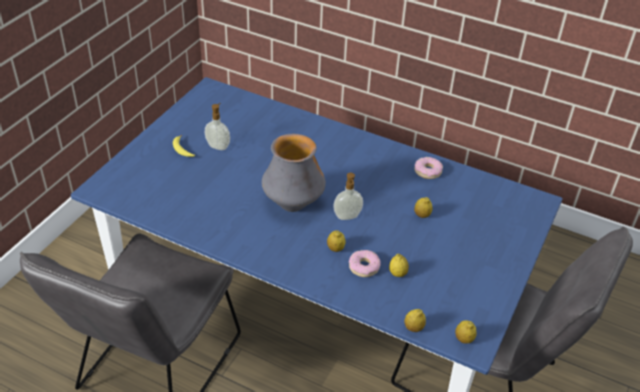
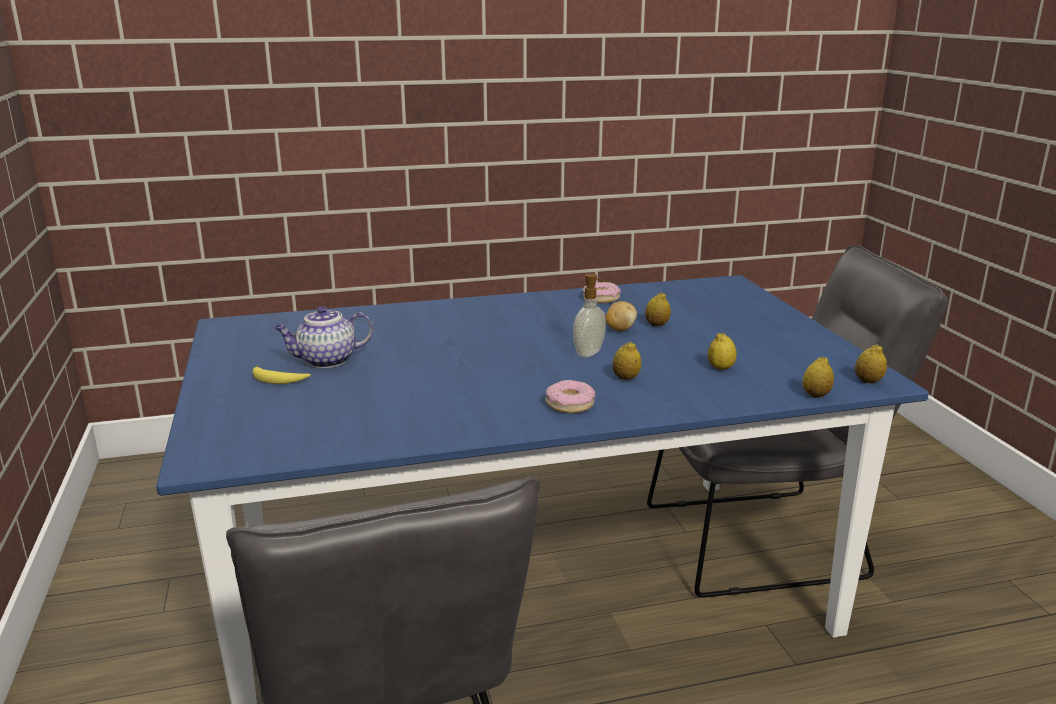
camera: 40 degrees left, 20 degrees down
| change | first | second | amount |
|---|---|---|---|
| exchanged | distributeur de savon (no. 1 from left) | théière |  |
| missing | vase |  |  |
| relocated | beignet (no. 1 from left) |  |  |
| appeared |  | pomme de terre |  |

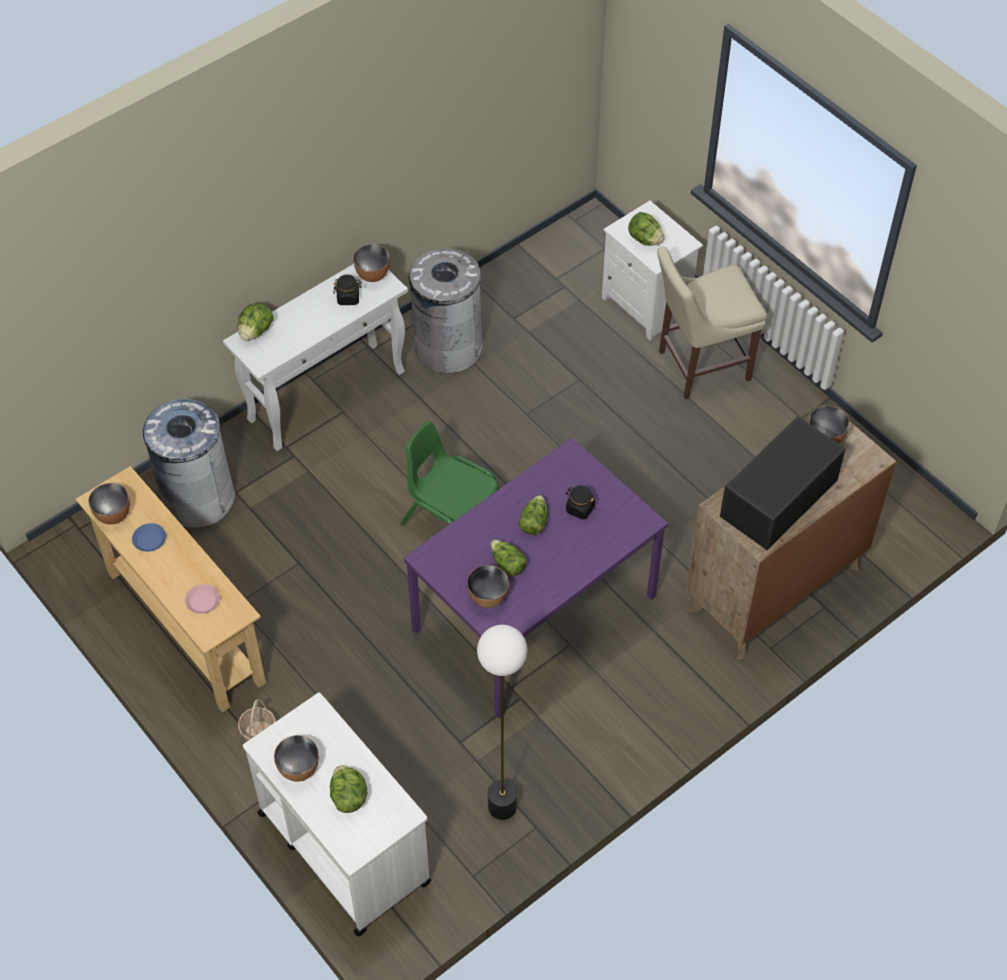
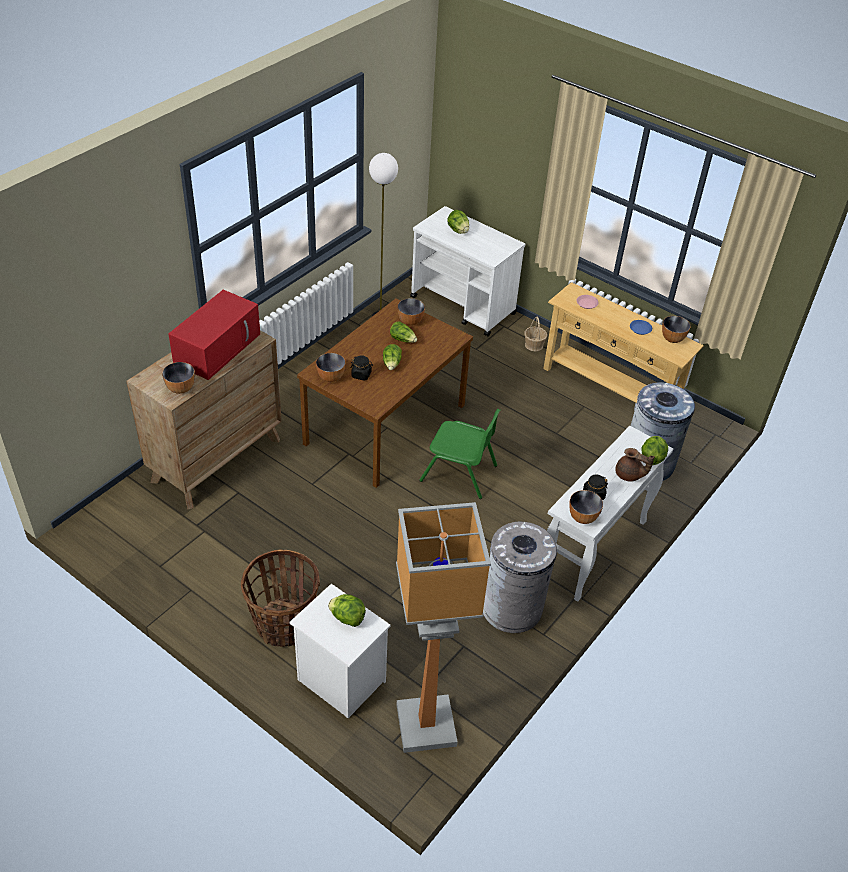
camera: 165 degrees right, 10 degrees down
| change | first | second | amount |
|---|---|---|---|
| relocated | bol (no. 2 from left) |  |  |
| colour | table à manger/violet | table à manger/marron |  |
| exchanged | chaise/beige | panier (no. 1 from left) |  |
| colour | micro-ondes/noir | micro-ondes/rouge |  |
| appeared |  | lampadaire (no. 2 from left) |  |
| appeared |  | théière/marron |  |

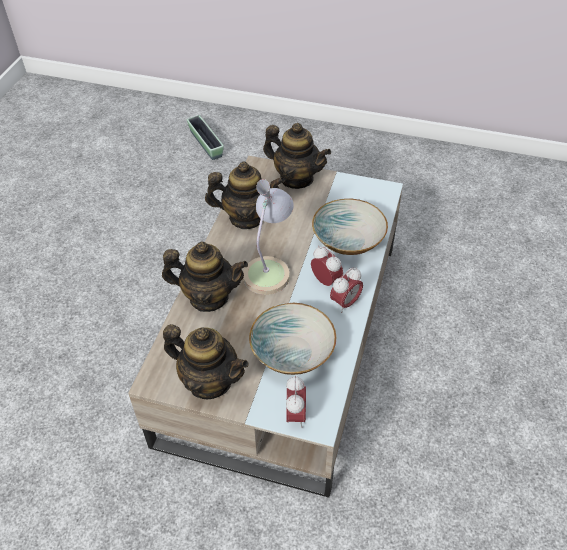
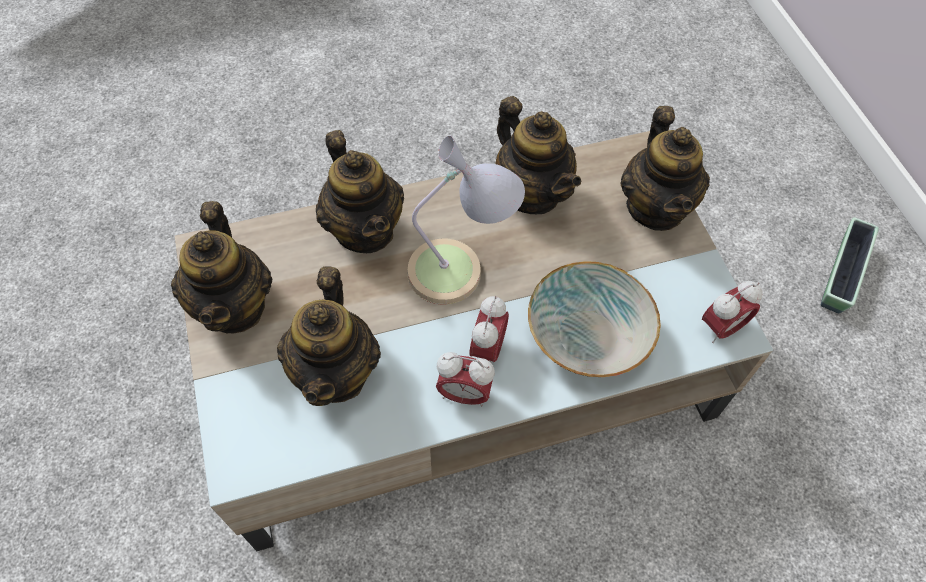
camera: 55 degrees right, 10 degrees up
| change | first | second | amount |
|---|---|---|---|
| relocated | cache-pot |  |  |
| exchanged | bol (no. 1 from left) | théière (no. 2 from left) |  |
| relocated | réveil (no. 1 from left in the first image) | réveil (no. 3 from left) |  |

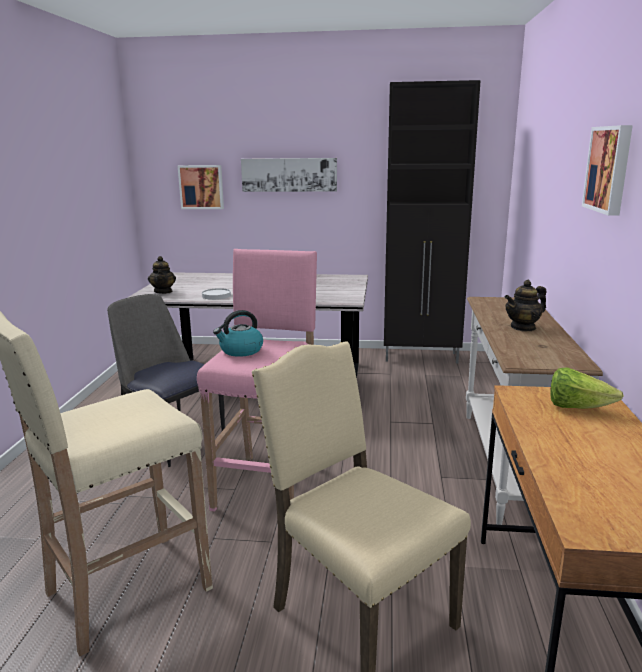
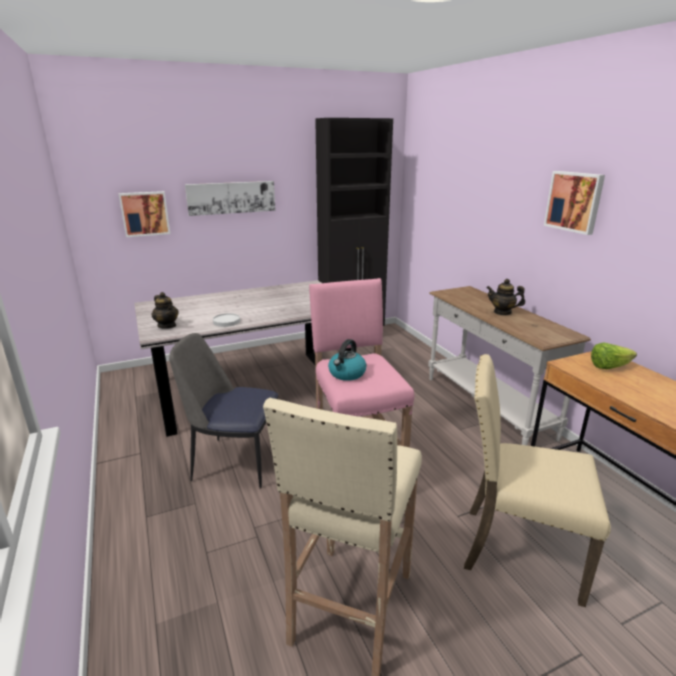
camera: 30 degrees left, 5 degrees up
| change | first | second | amount |
|---|---|---|---|
| spun | théière (no. 2 from left) |  | 75 degrees clockwise |

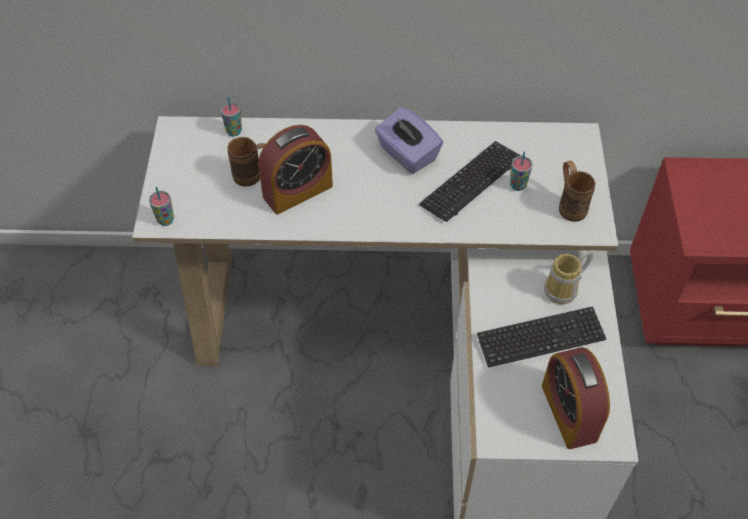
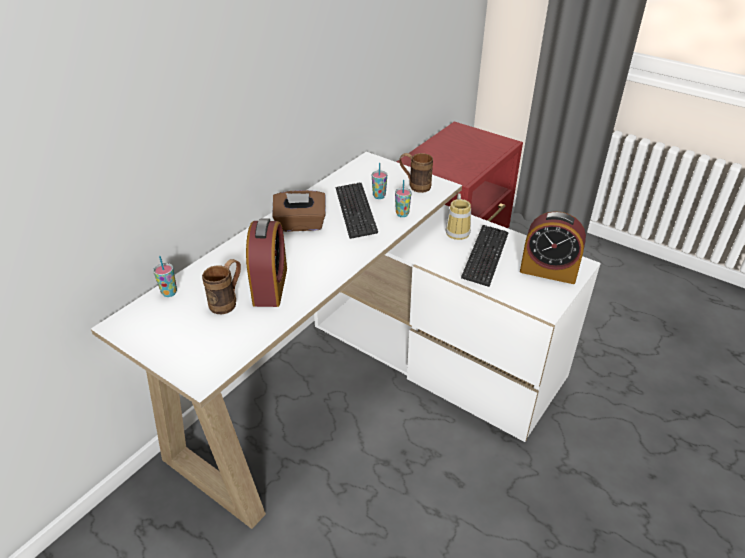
camera: 55 degrees left, 15 degrees down
| change | first | second | amount |
|---|---|---|---|
| relocated | tasse (no. 1 from left in the first image) | tasse (no. 3 from left) |  |
| colour | boîte à mouchoirs/violet | boîte à mouchoirs/marron |  |

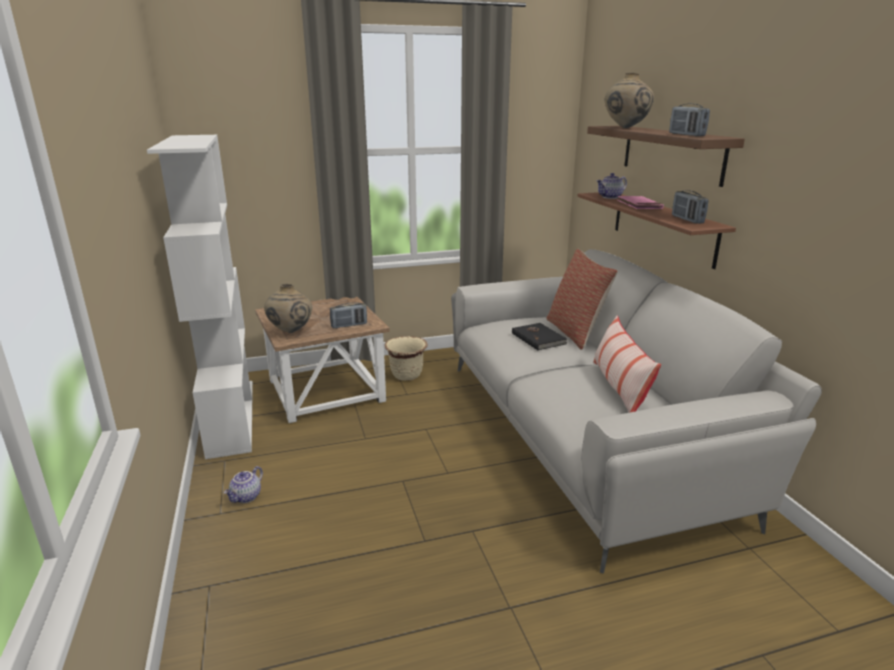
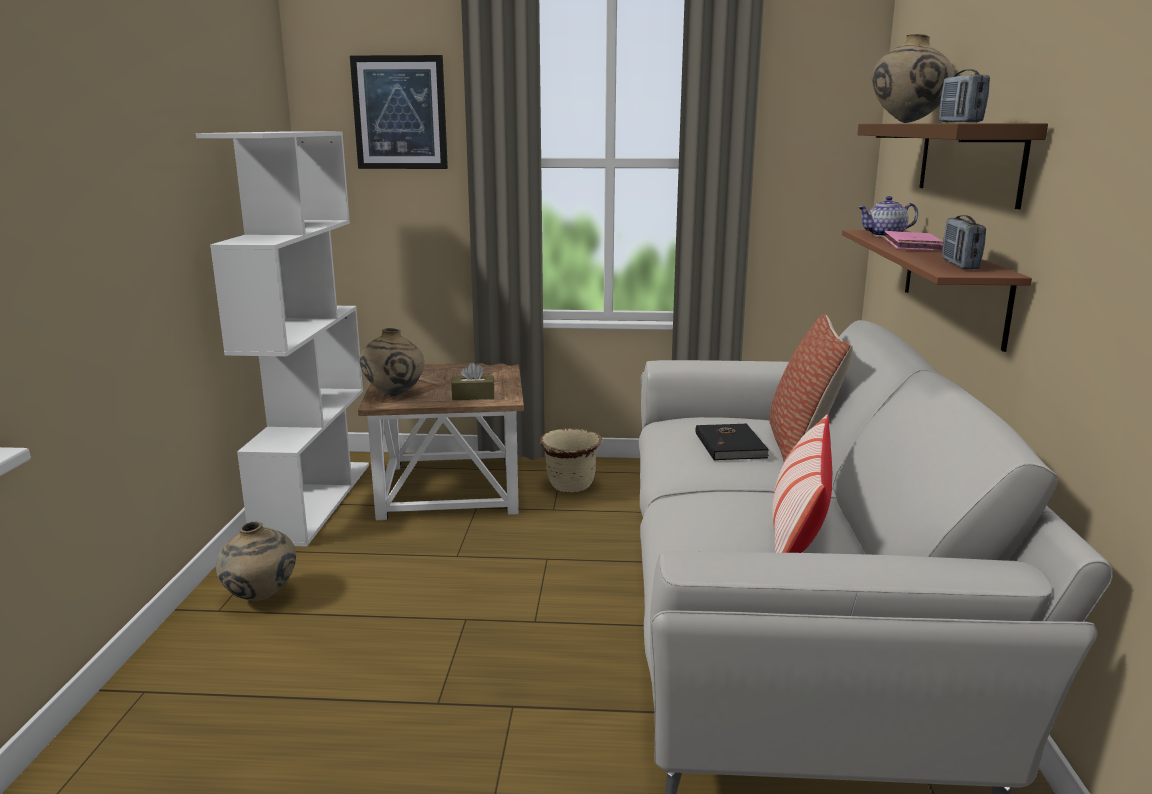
camera: 20 degrees right, 5 degrees down
| change | first | second | amount |
|---|---|---|---|
| exchanged | théière (no. 1 from left) | vase/beige (no. 1 from left) |  |
| exchanged | radio (no. 1 from left) | boîte à mouchoirs/marron |  |
| appeared |  | tableau |  |

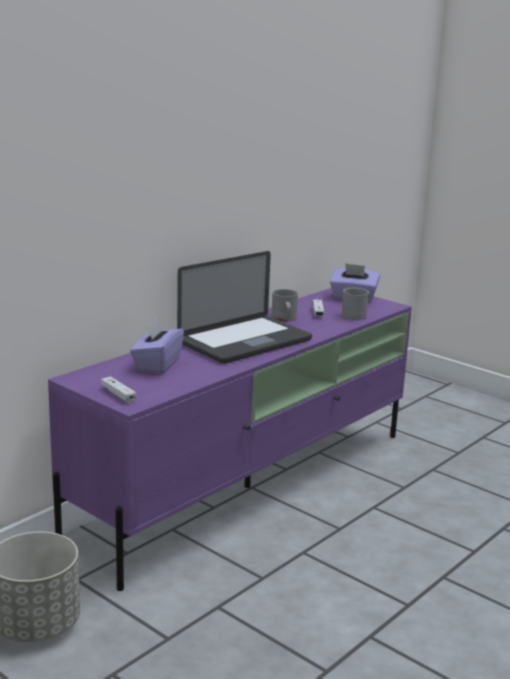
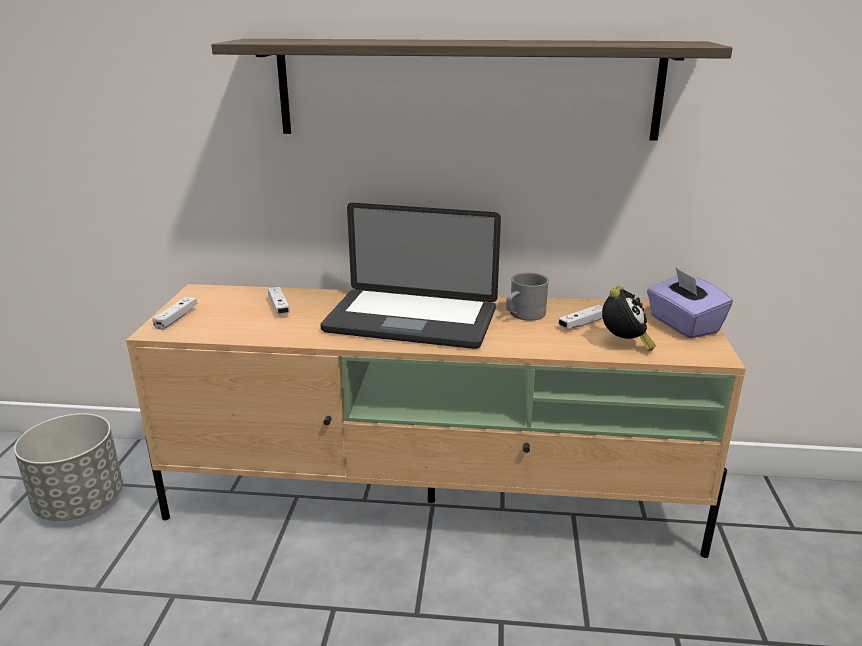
camera: 55 degrees right, 5 degrees up
| change | first | second | amount |
|---|---|---|---|
| colour | meuble télé/violet | meuble télé/beige |  |
| exchanged | boîte à mouchoirs/violet (no. 1 from left) | manette/blanc (no. 2 from left) |  |
| exchanged | mug/gris (no. 2 from left) | réveil |  |
| appeared |  | étagère |  |

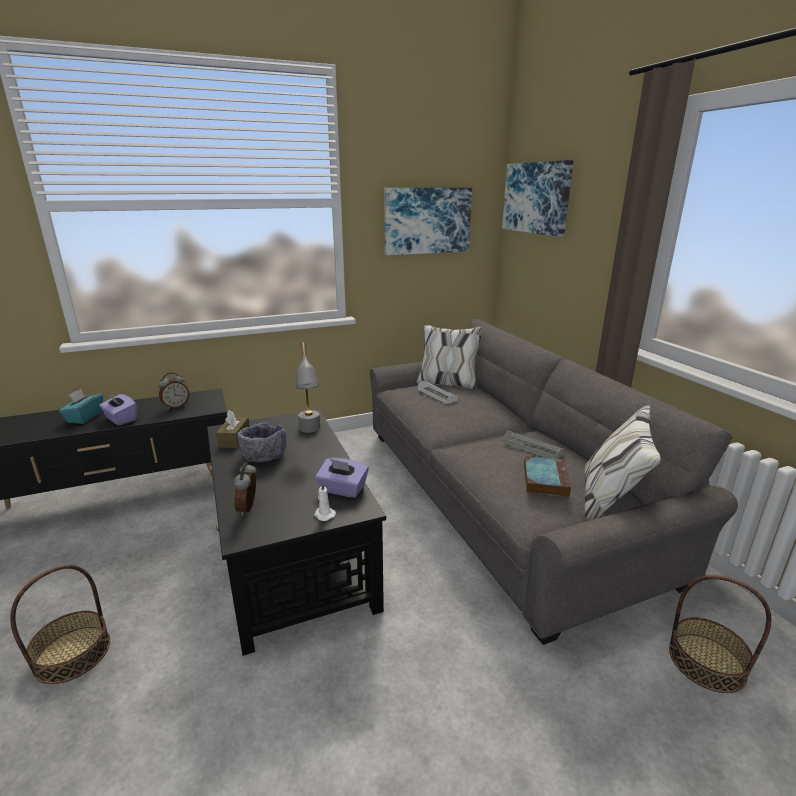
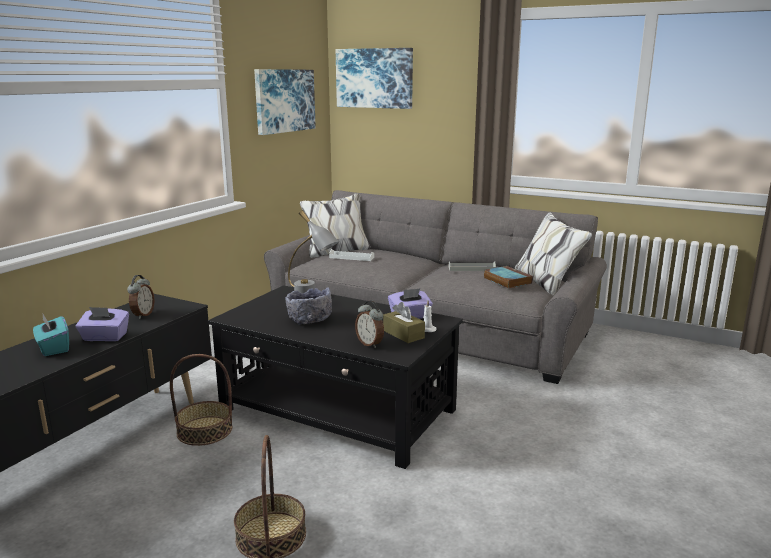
camera: 40 degrees left, 5 degrees down
| change | first | second | amount |
|---|---|---|---|
| relocated | boîte à mouchoirs/marron |  |  |
| relocated | panier (no. 2 from left in the first image) | panier (no. 1 from left) |  |

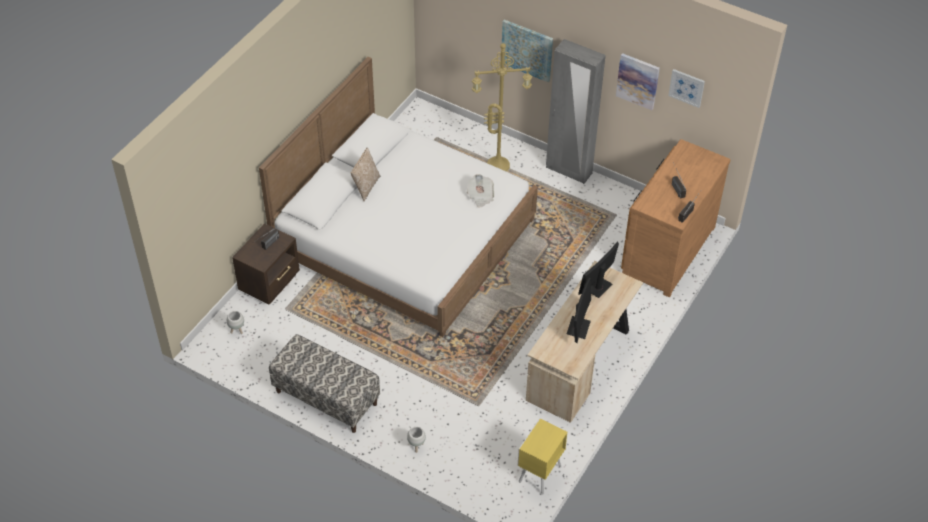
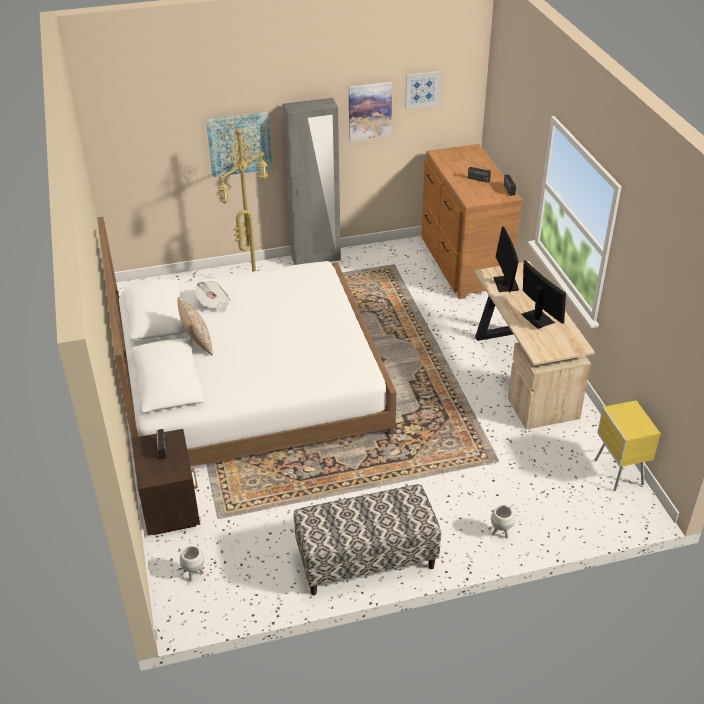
camera: 45 degrees left, 10 degrees down
| change | first | second | amount |
|---|---|---|---|
| relocated | journal |  |  |

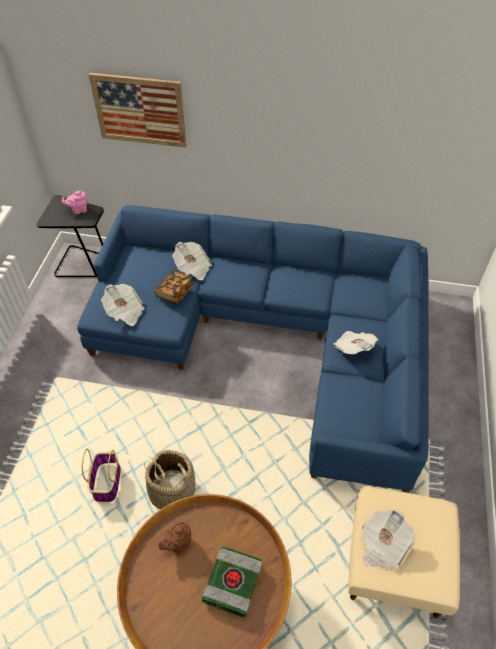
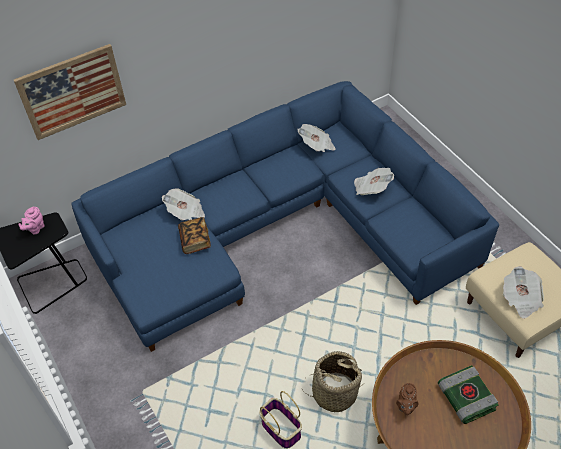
camera: 40 degrees left, 0 degrees up
| change | first | second | amount |
|---|---|---|---|
| relocated | journal (no. 1 from left in the first image) | journal (no. 2 from left) |  |

